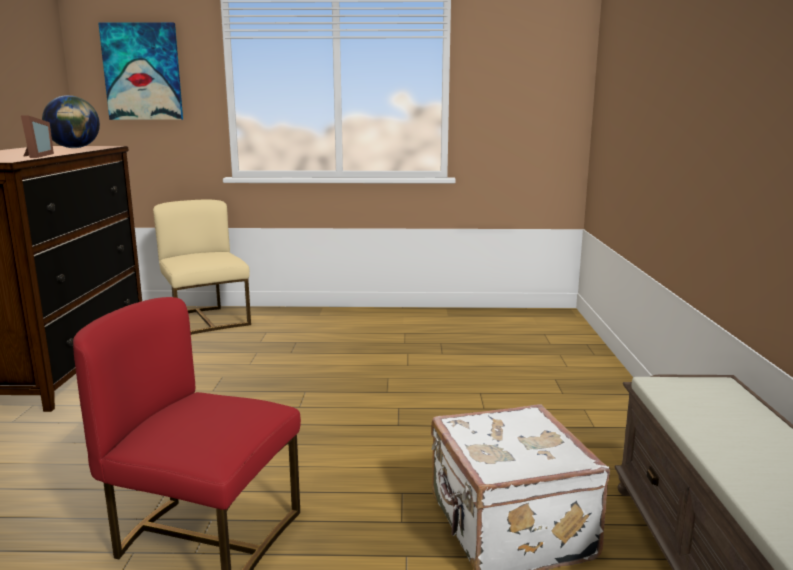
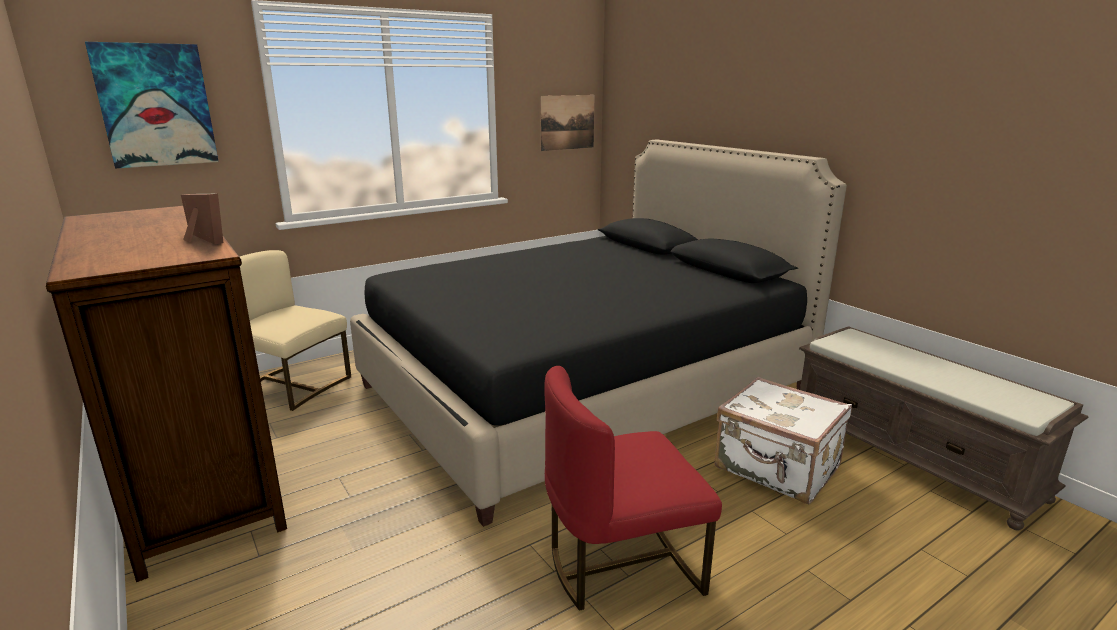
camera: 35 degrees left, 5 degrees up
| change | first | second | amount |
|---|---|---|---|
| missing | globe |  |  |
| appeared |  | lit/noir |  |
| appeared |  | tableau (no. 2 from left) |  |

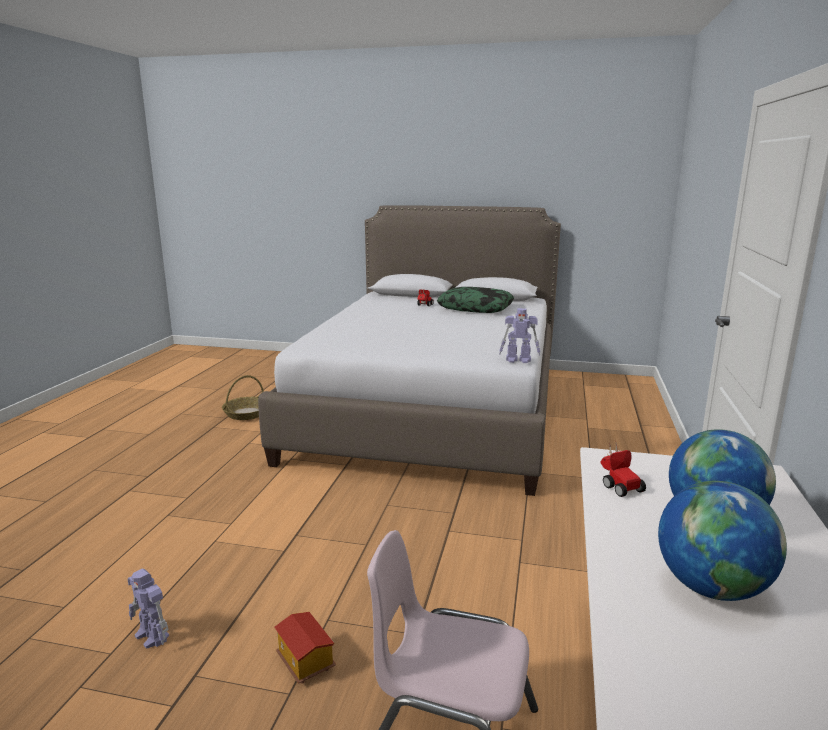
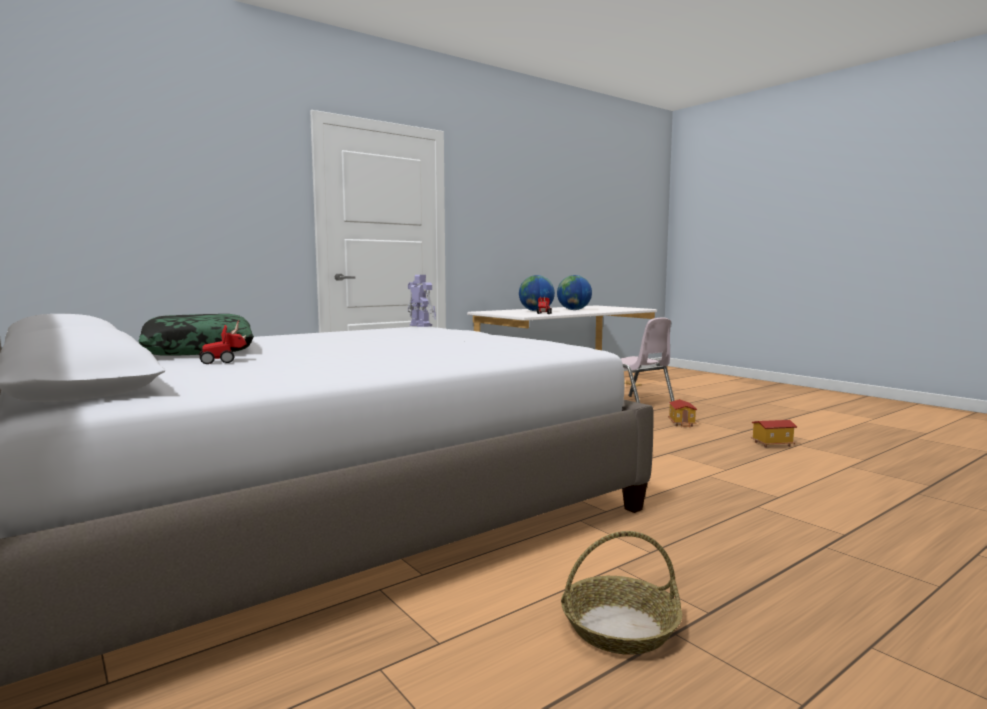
camera: 140 degrees left, 10 degrees down
| change | first | second | amount |
|---|---|---|---|
| exchanged | robot jouet (no. 1 from left) | maison miniature (no. 2 from left) |  |

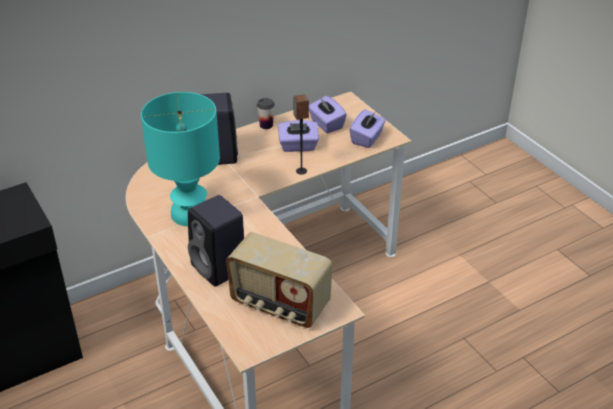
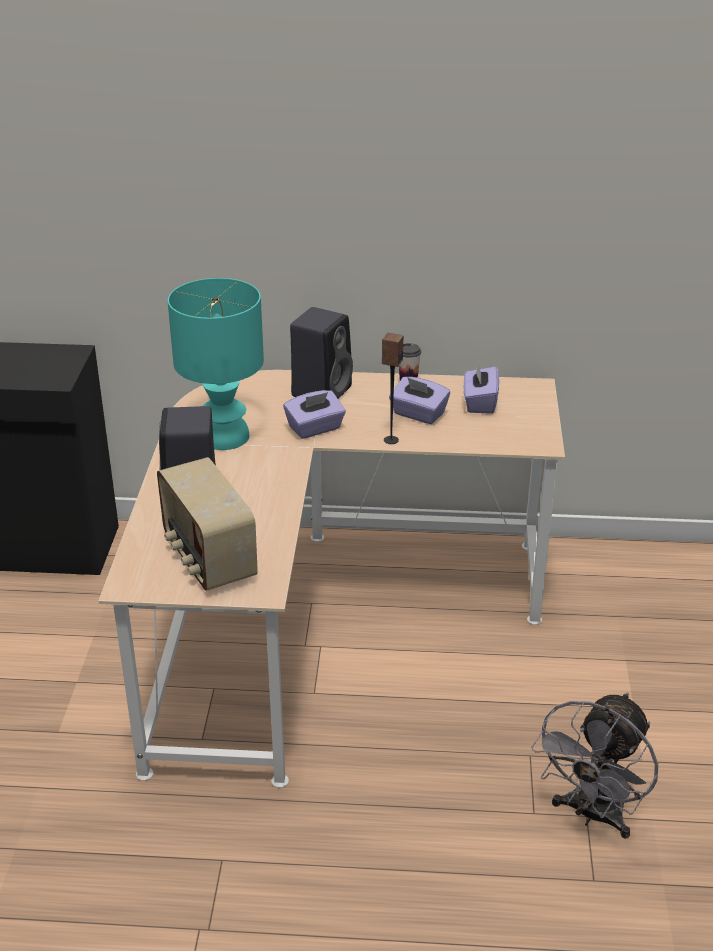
camera: 35 degrees right, 5 degrees down
| change | first | second | amount |
|---|---|---|---|
| relocated | boîte à mouchoirs/violet (no. 3 from left in the first image) | boîte à mouchoirs/violet (no. 1 from left) |  |
| appeared |  | ventilateur/gris |  |

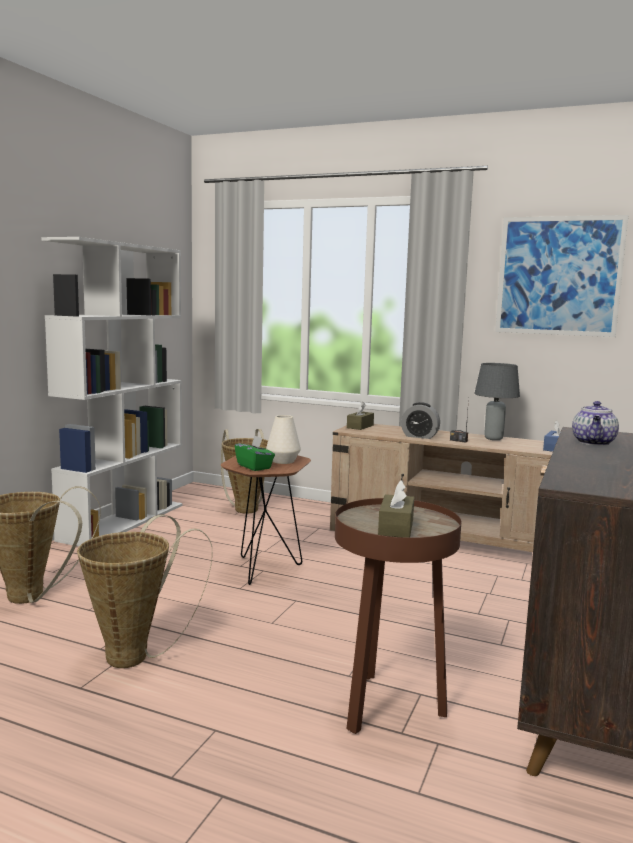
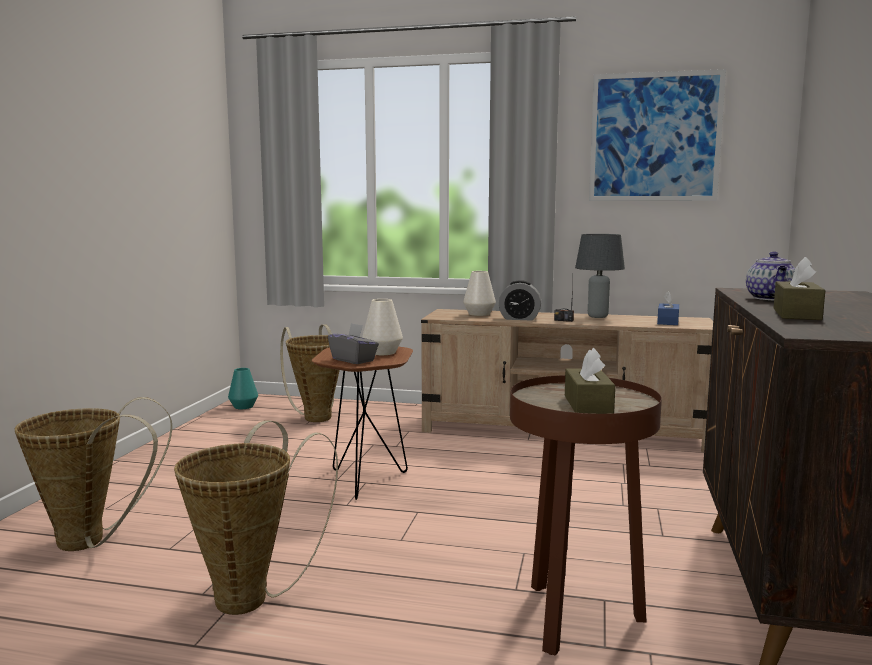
camera: 10 degrees left, 0 degrees up
| change | first | second | amount |
|---|---|---|---|
| missing | bibliothèque/blanc |  |  |
| colour | boîte à mouchoirs/vert | boîte à mouchoirs/gris |  |
| relocated | boîte à mouchoirs/marron (no. 1 from left in the first image) | boîte à mouchoirs/marron (no. 2 from left) |  |
| appeared |  | vase/turquoise |  |
| appeared |  | vase/blanc (no. 2 from left) |  |

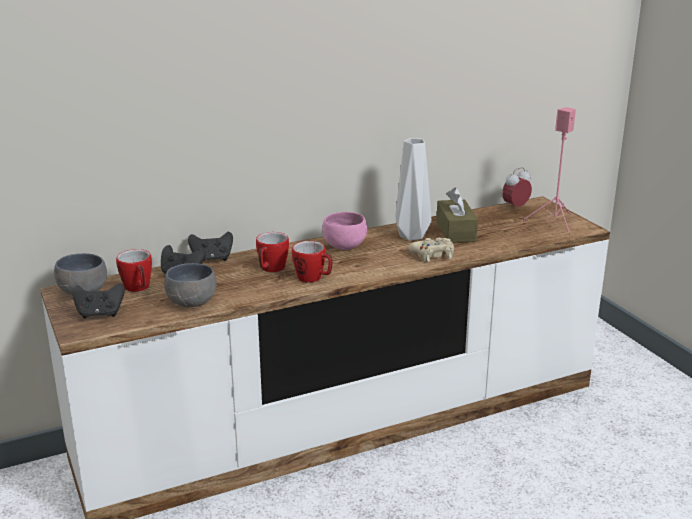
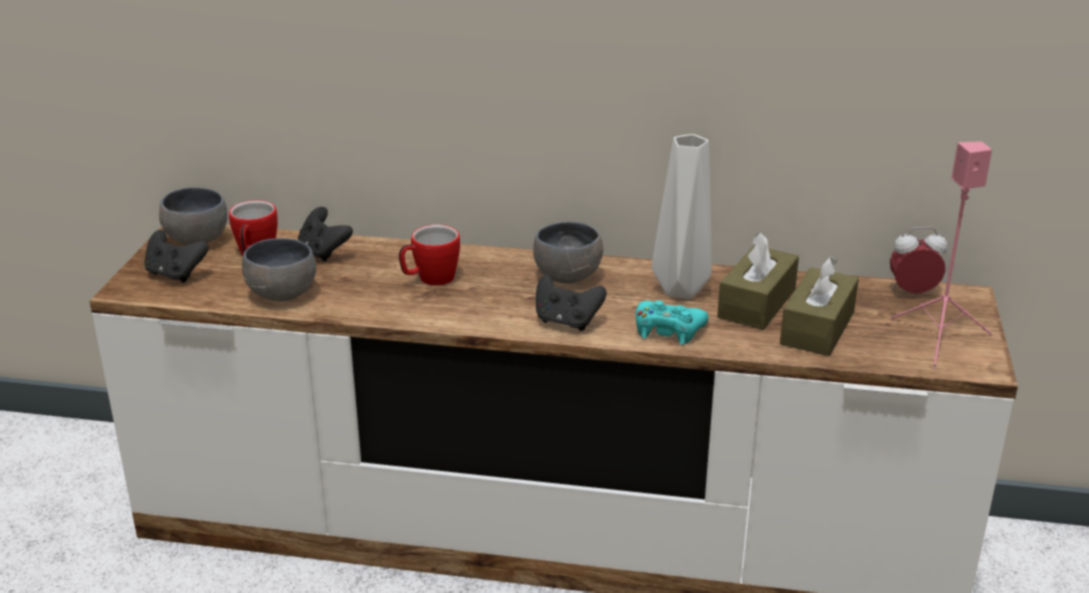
camera: 35 degrees right, 5 degrees up
| change | first | second | amount |
|---|---|---|---|
| relocated | manette/noir (no. 3 from left) |  |  |
| missing | mug (no. 3 from left) |  |  |
| colour | bol/rose | bol/gris (no. 3 from left) |  |
| colour | manette/beige | manette/turquoise |  |
| appeared |  | boîte à mouchoirs/marron (no. 2 from left) |  |

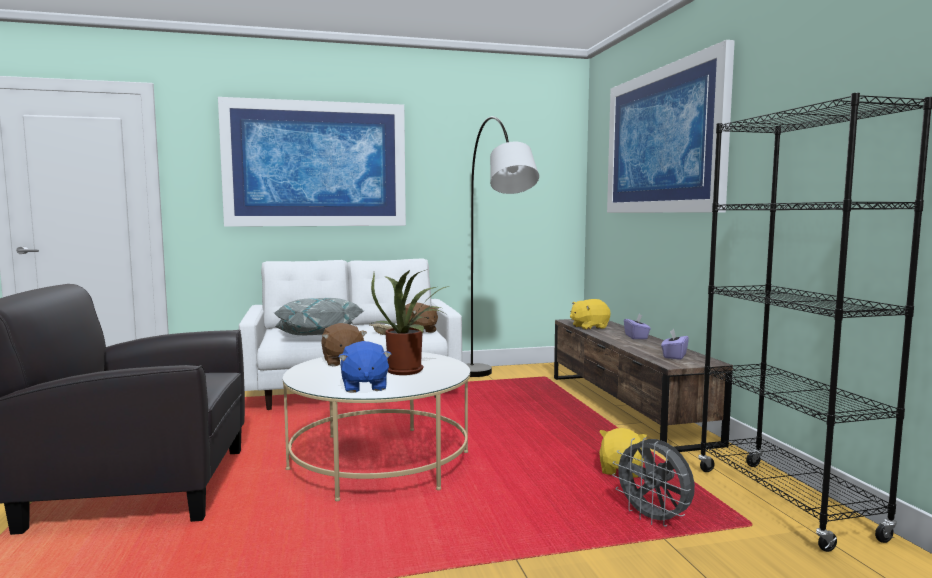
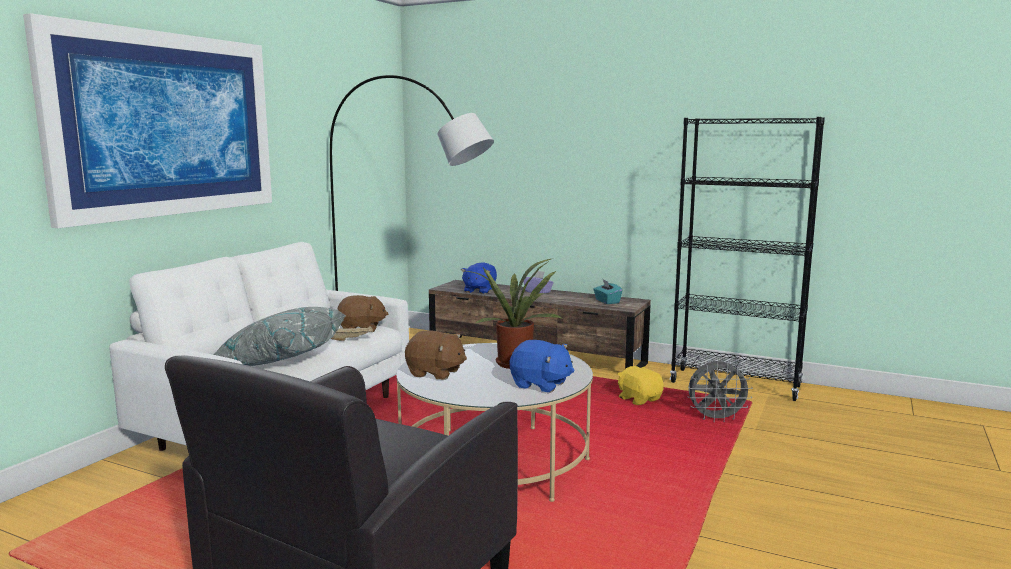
camera: 50 degrees left, 5 degrees up
| change | first | second | amount |
|---|---|---|---|
| colour | peluche/jaune (no. 1 from left) | peluche/bleu (no. 1 from left) |  |
| missing | tableau (no. 2 from left) |  |  |
| colour | boîte à mouchoirs/violet (no. 2 from left) | boîte à mouchoirs/turquoise |  |

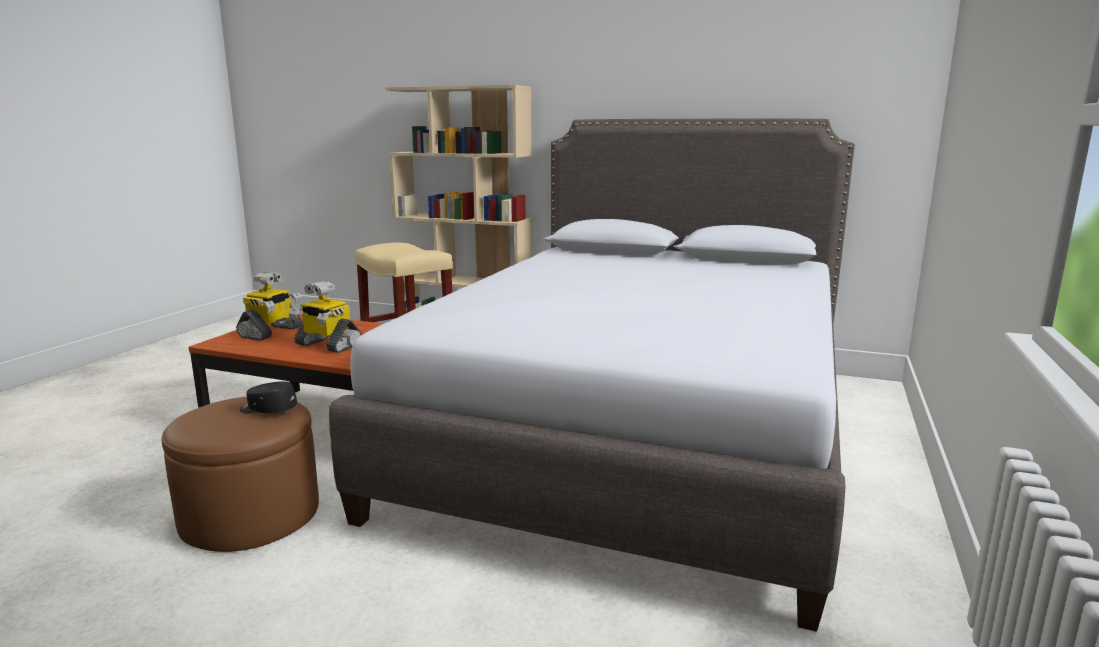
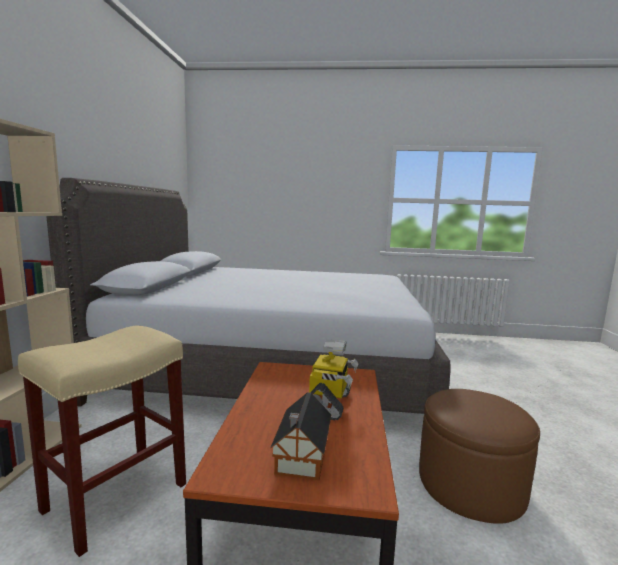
camera: 105 degrees left, 5 degrees down
| change | first | second | amount |
|---|---|---|---|
| exchanged | robot jouet (no. 1 from left) | maison miniature |  |
| missing | casquette/noir |  |  |

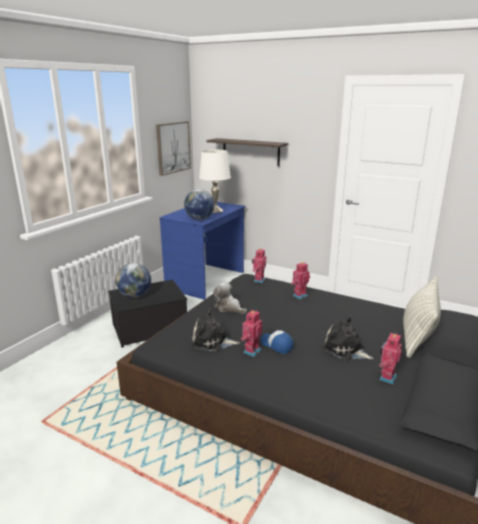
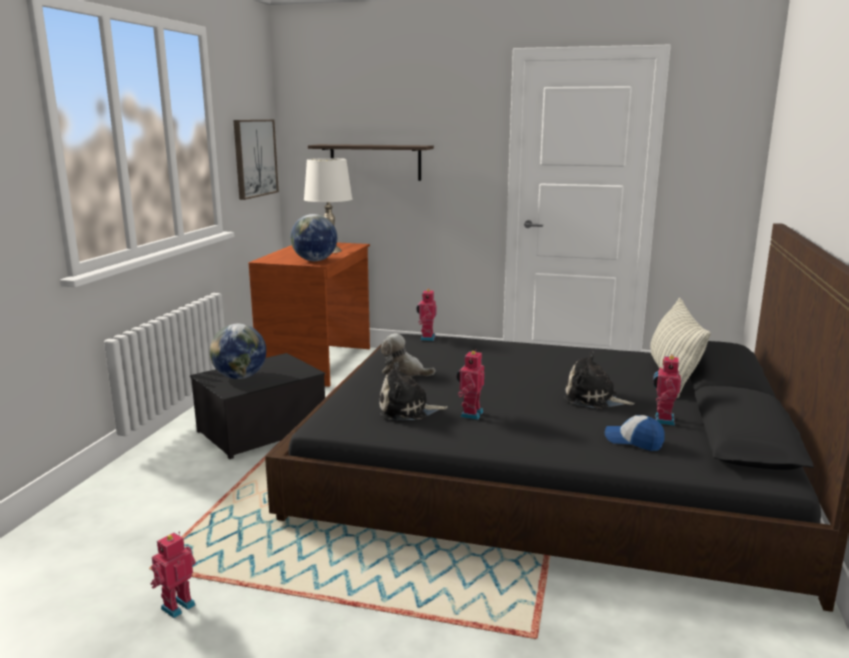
camera: 15 degrees left, 5 degrees down
| change | first | second | amount |
|---|---|---|---|
| colour | bureau/bleu | bureau/marron |  |
| relocated | casquette |  |  |
| relocated | robot jouet (no. 3 from left in the first image) | robot jouet (no. 1 from left) |  |

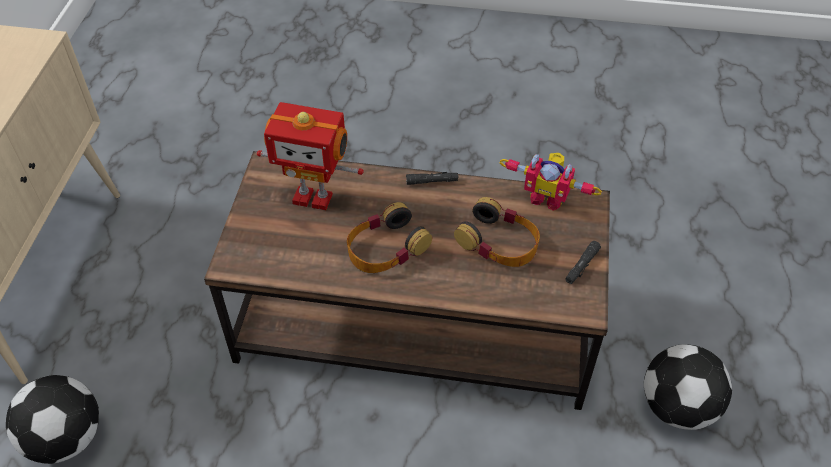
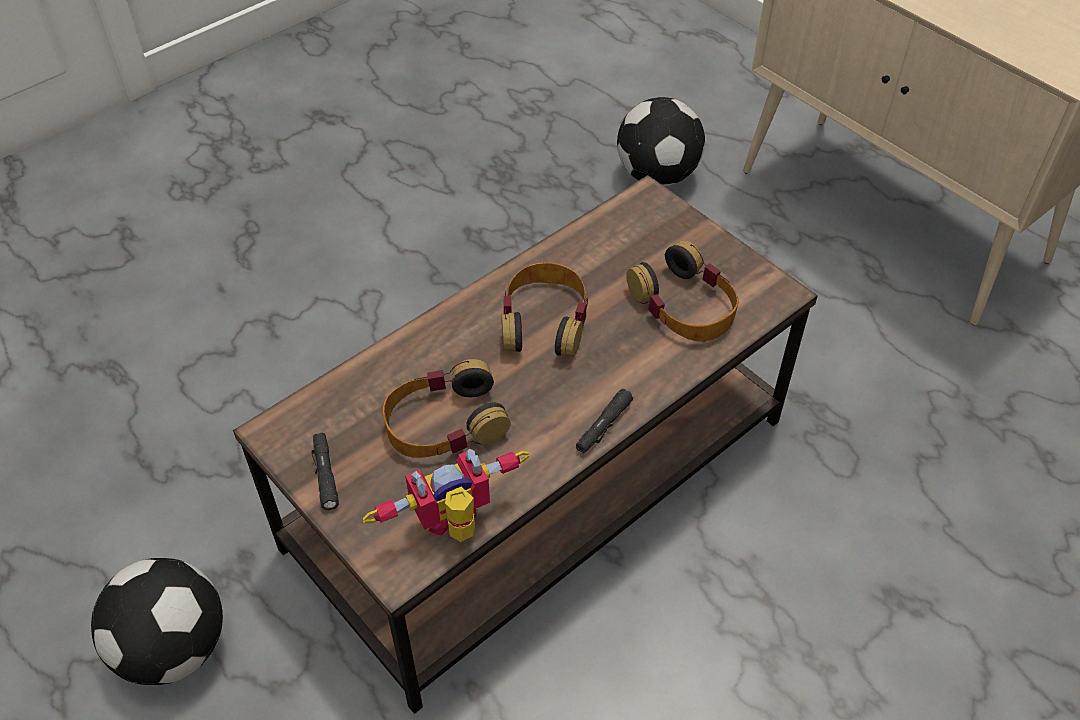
camera: 130 degrees right, 0 degrees up
| change | first | second | amount |
|---|---|---|---|
| exchanged | robot jouet (no. 1 from left) | casque audio (no. 3 from left) |  |

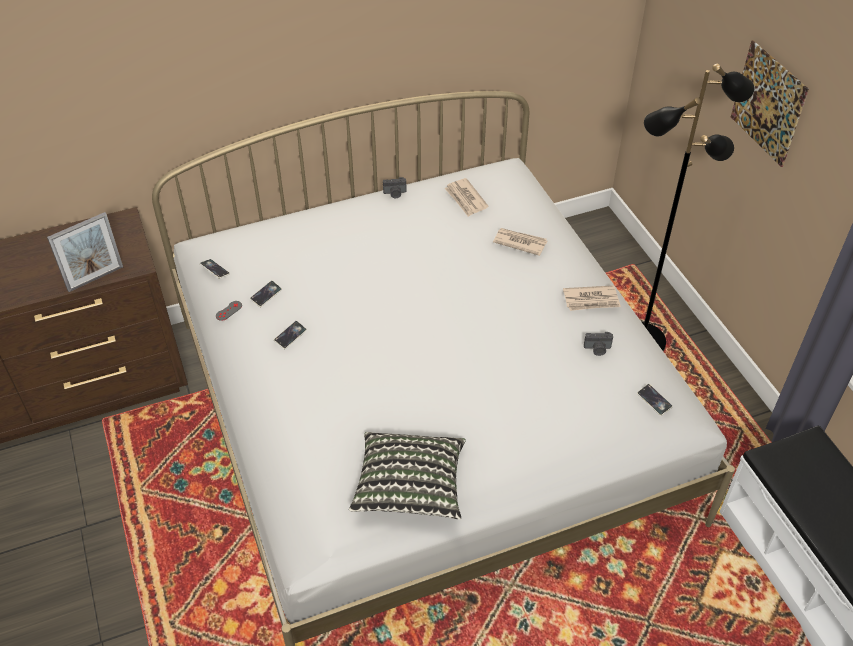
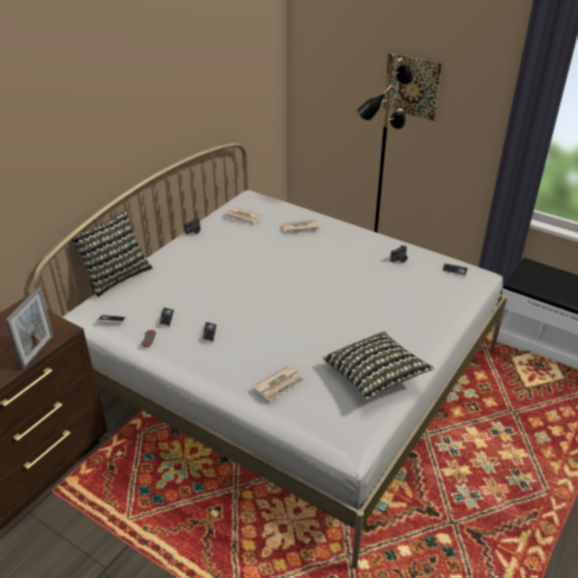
camera: 35 degrees left, 10 degrees down
| change | first | second | amount |
|---|---|---|---|
| relocated | journal (no. 3 from left in the first image) | journal (no. 2 from left) |  |
| appeared |  | coussin (no. 1 from left) |  |

